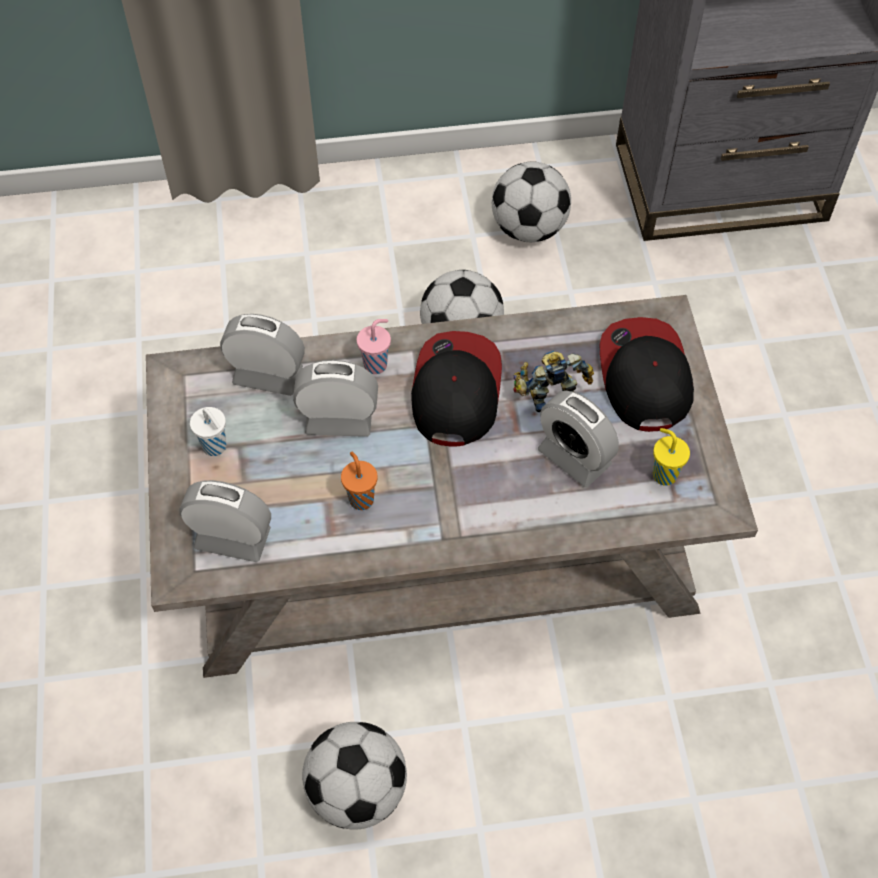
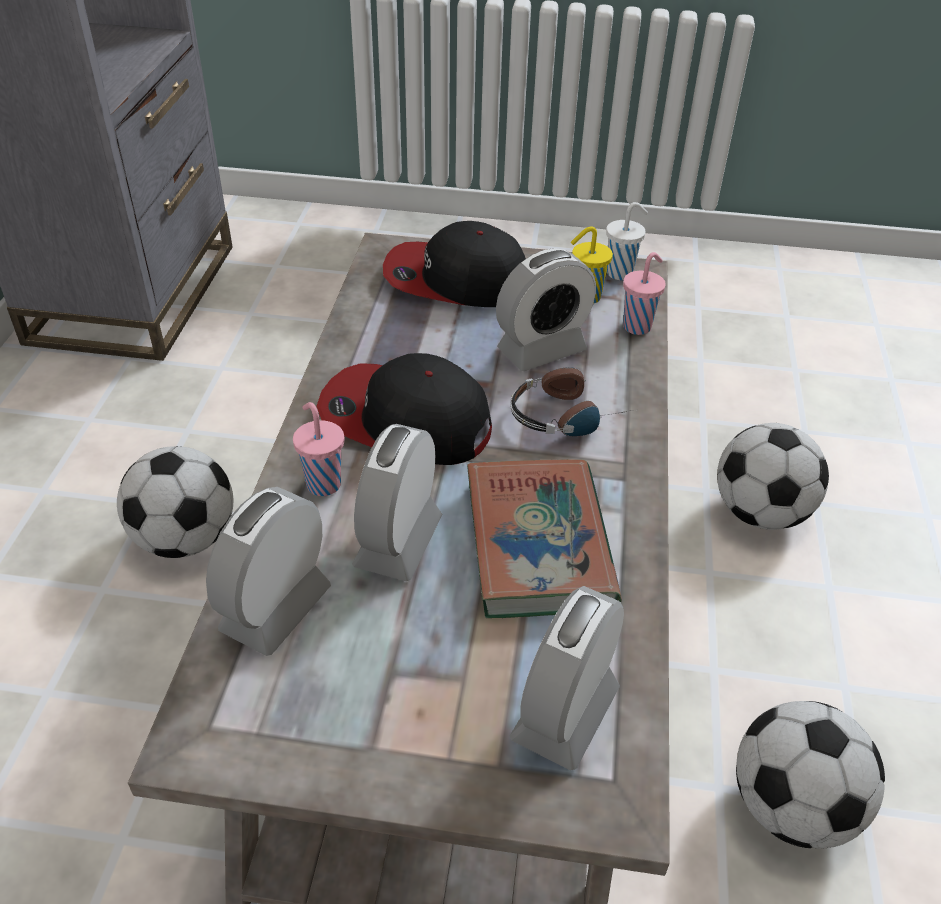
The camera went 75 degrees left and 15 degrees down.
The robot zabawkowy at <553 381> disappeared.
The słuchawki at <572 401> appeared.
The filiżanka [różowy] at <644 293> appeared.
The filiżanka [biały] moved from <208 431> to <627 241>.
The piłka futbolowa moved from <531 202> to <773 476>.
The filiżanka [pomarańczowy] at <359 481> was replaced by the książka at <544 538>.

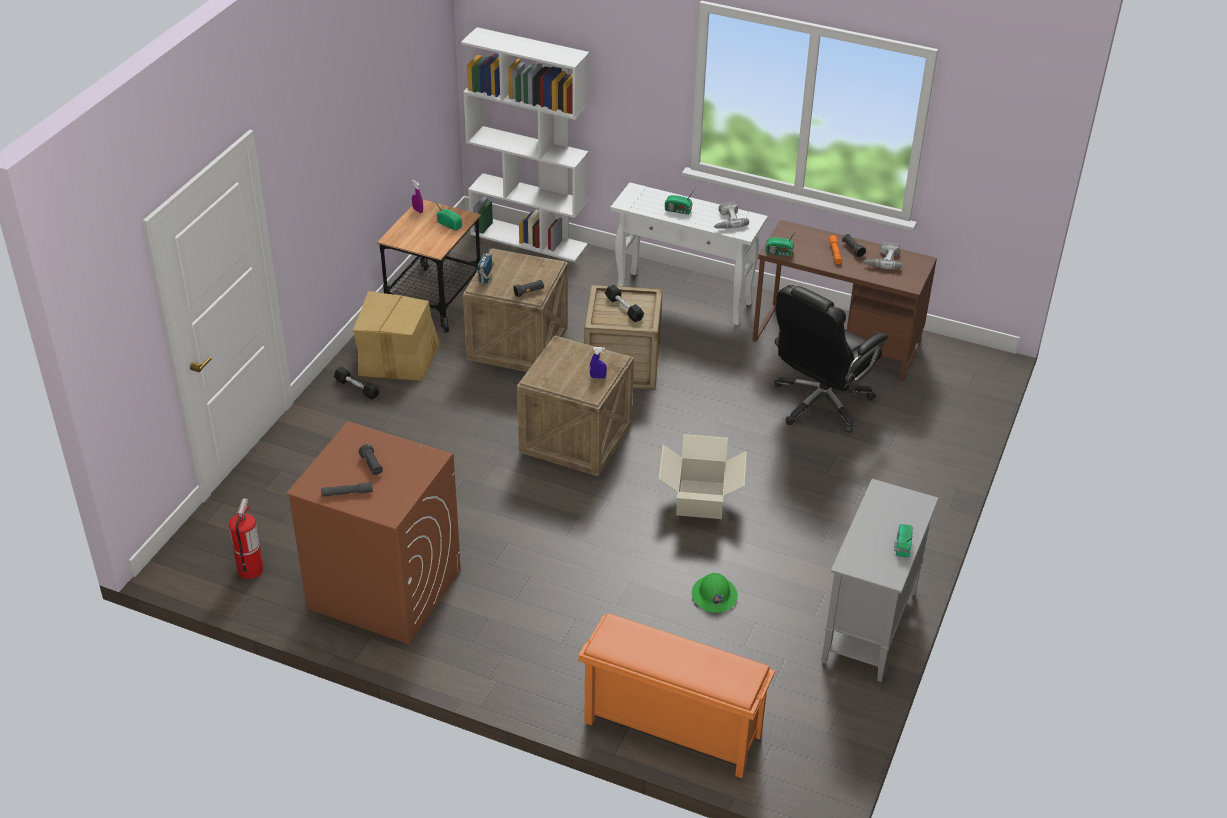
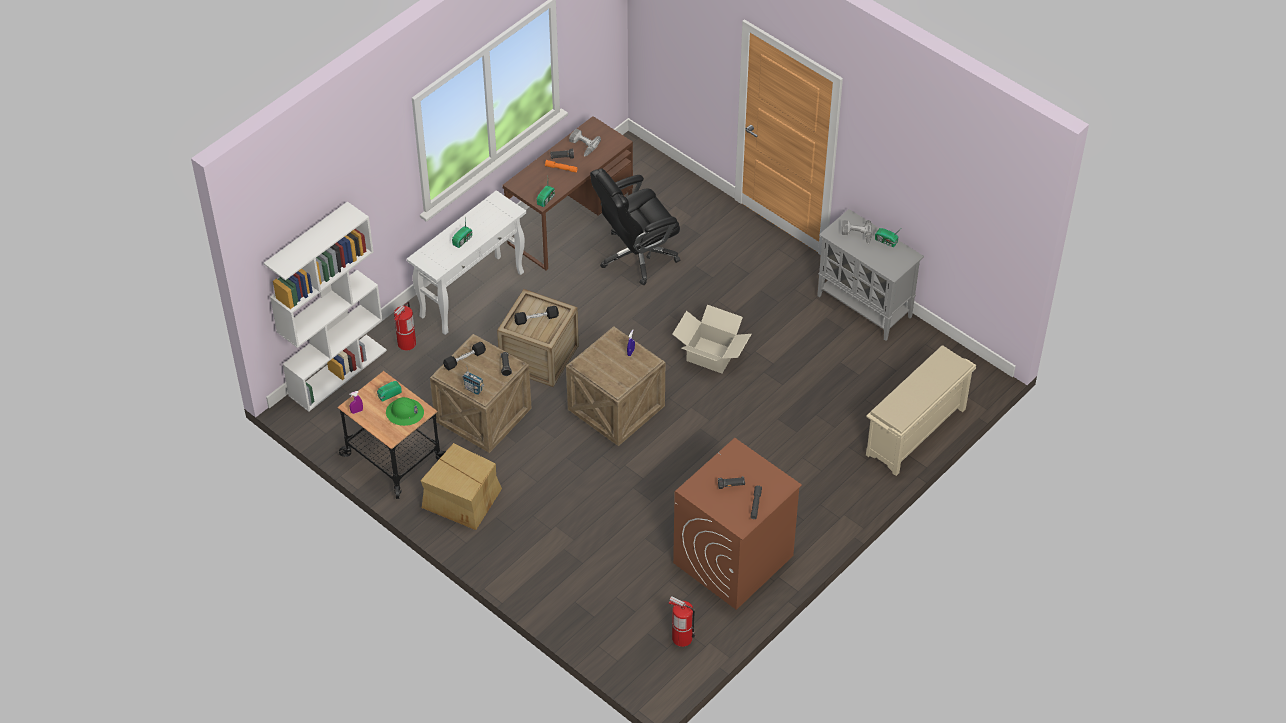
The camera went 70 degrees left and 10 degrees up.
The gaśnica at <405 326> appeared.
The hantel [czarny] moved from <356 383> to <464 356>.
The kask [zielony] moved from <715 593> to <405 411>.
The wiertarka moved from <731 215> to <857 232>.
The regał na buty [pomarańczowy] at <676 695> became the regał na buty [beżowy] at <921 410>.
The krzesło biurowe [czarny] at <831 359> turned 90 degrees clockwise.

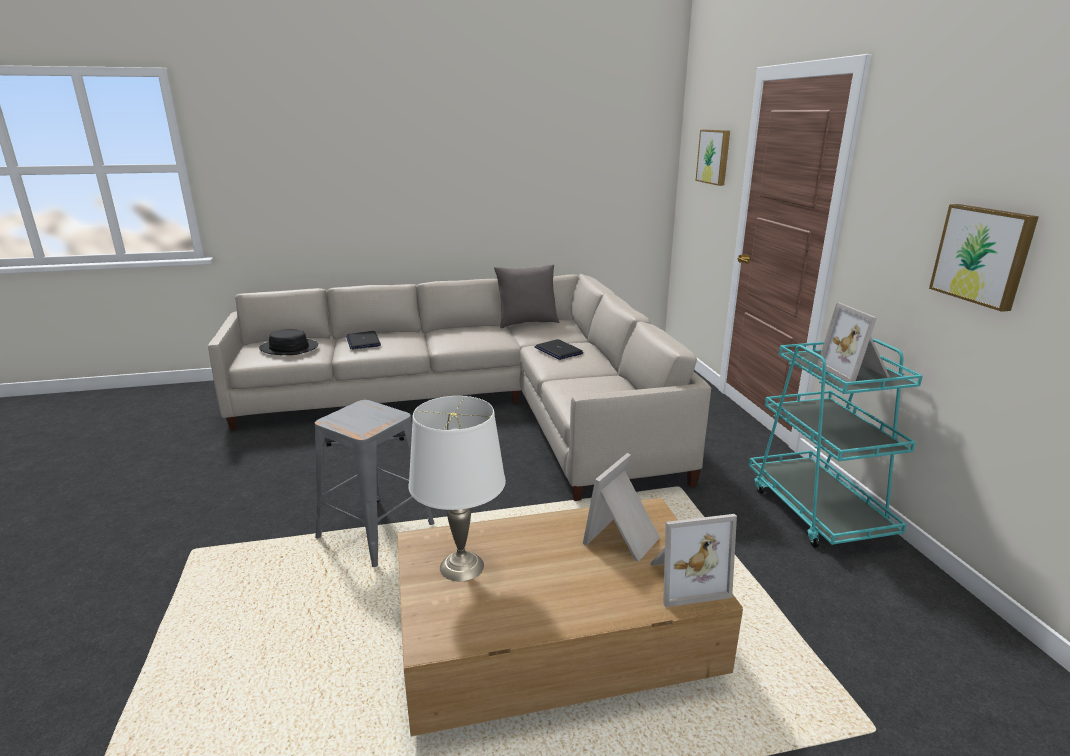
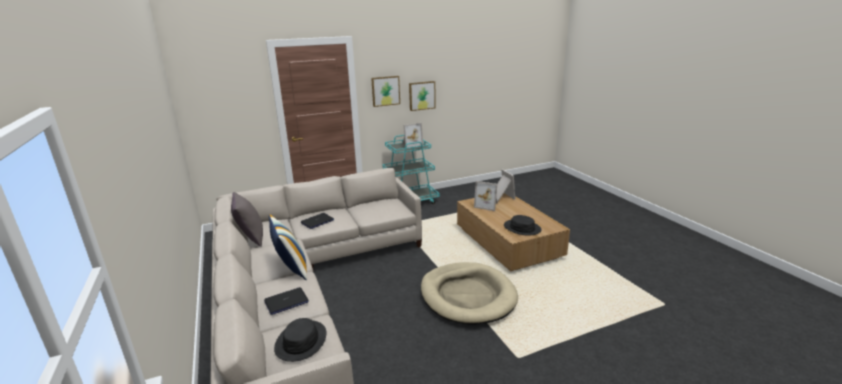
The camera went 100 degrees left and 0 degrees up.
The poduszka at <288 247> appeared.
The obraz moved from <713 158> to <385 91>.
The stołek [szary] at <374 483> was replaced by the legowisko [beżowy] at <469 293>.
The lampa stołowa [biały] at <457 488> was replaced by the kapelusz [czarny] at <523 225>.

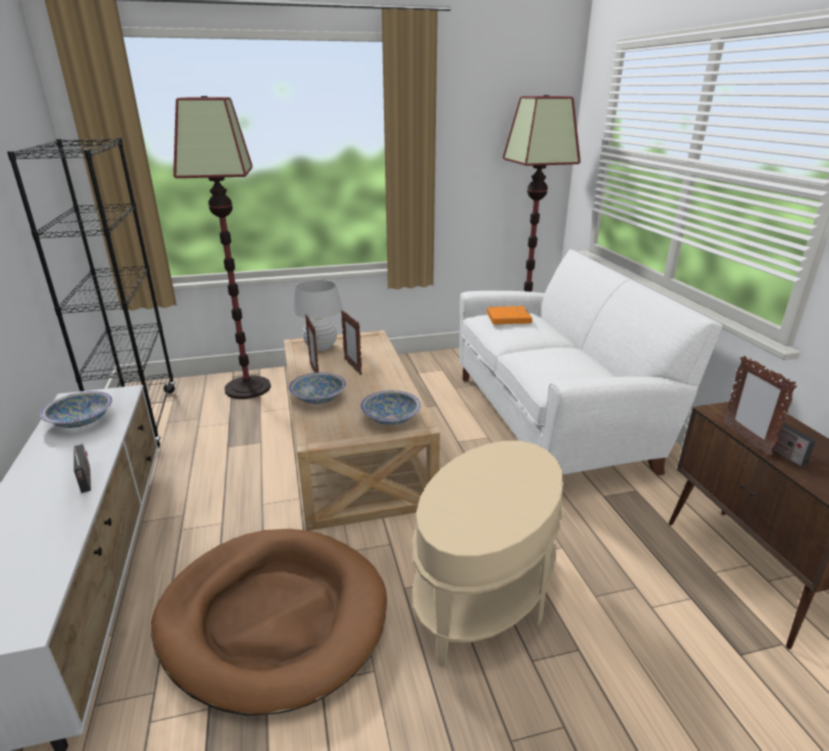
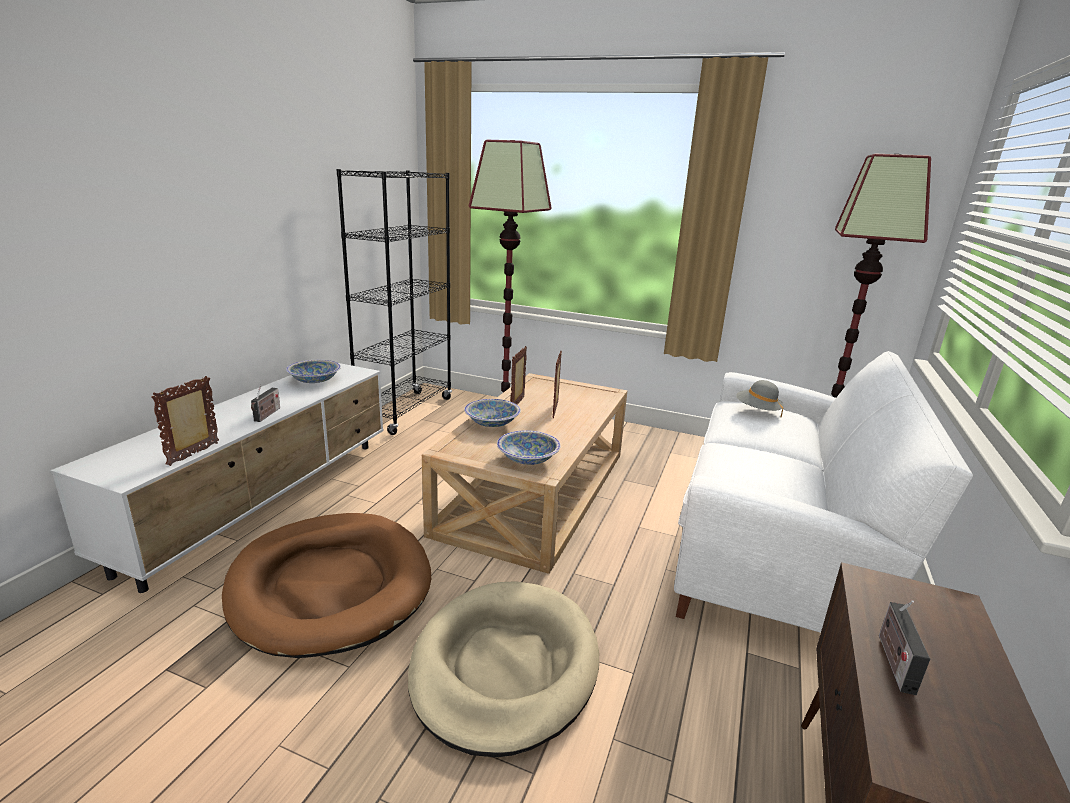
The camera went 35 degrees right and 5 degrees down.
The lampa stołowa [biały] at <318 315> disappeared.
The ramka na zdjęcie moved from <760 406> to <185 421>.
The stolik [beżowy] at <488 554> was replaced by the legowisko [beżowy] at <503 669>.
The książka [pomarańczowy] at <509 315> was replaced by the kapelusz [szary] at <760 398>.

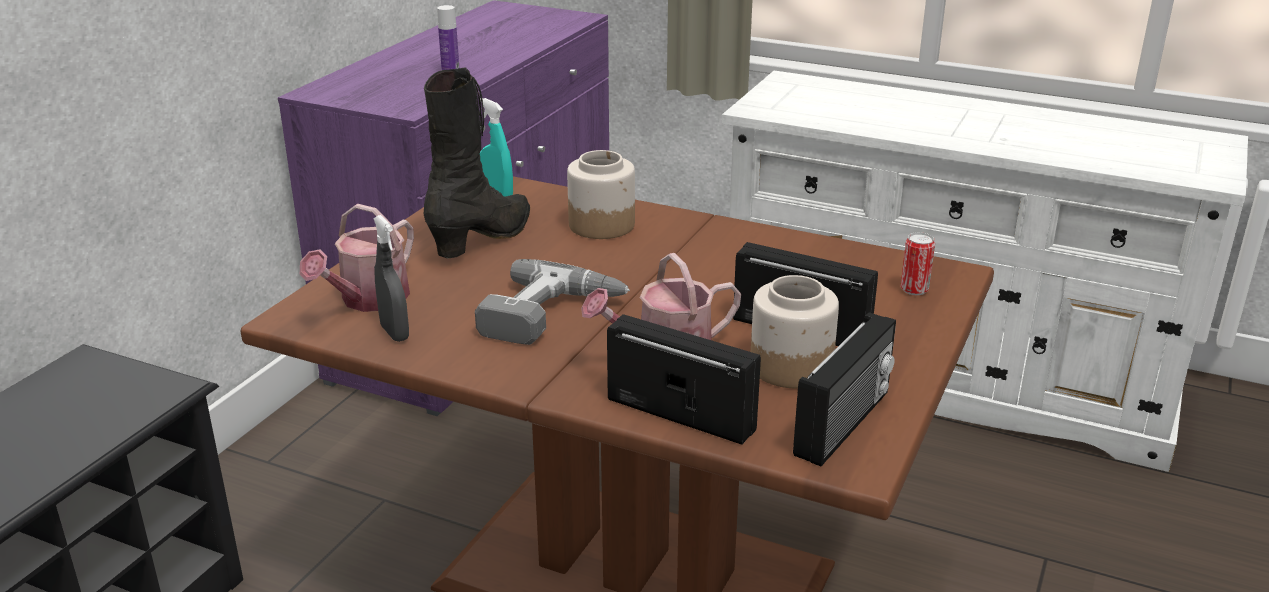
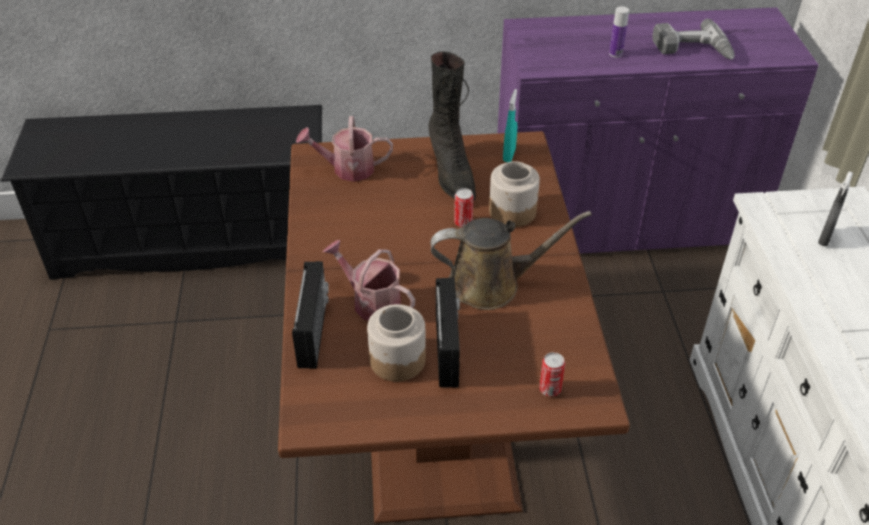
The camera went 60 degrees right and 15 degrees up.
The radio at <844 389> disappeared.
The konewka [brązowy] at <511 260> appeared.
The puszka at <464 208> appeared.
The spryskiwacz [szary] moved from <391 278> to <835 209>.
The wiertarka moved from <552 302> to <693 39>.
The but z cholewką [czarny] at <477 162> turned 75 degrees clockwise.

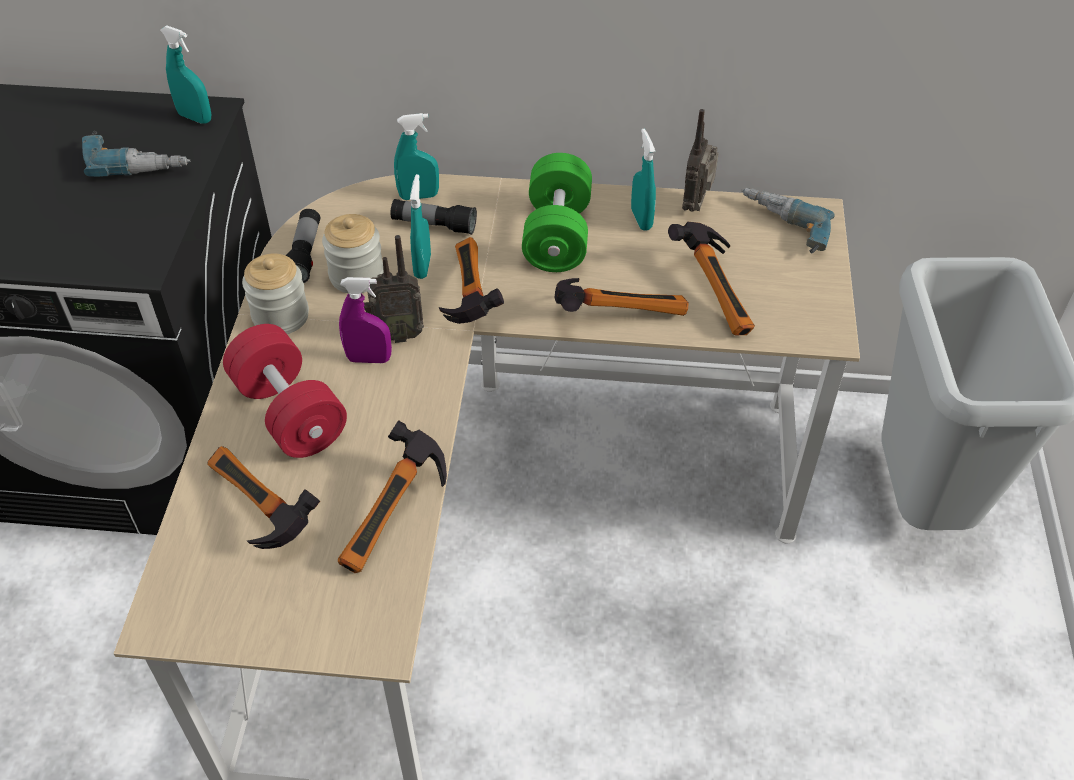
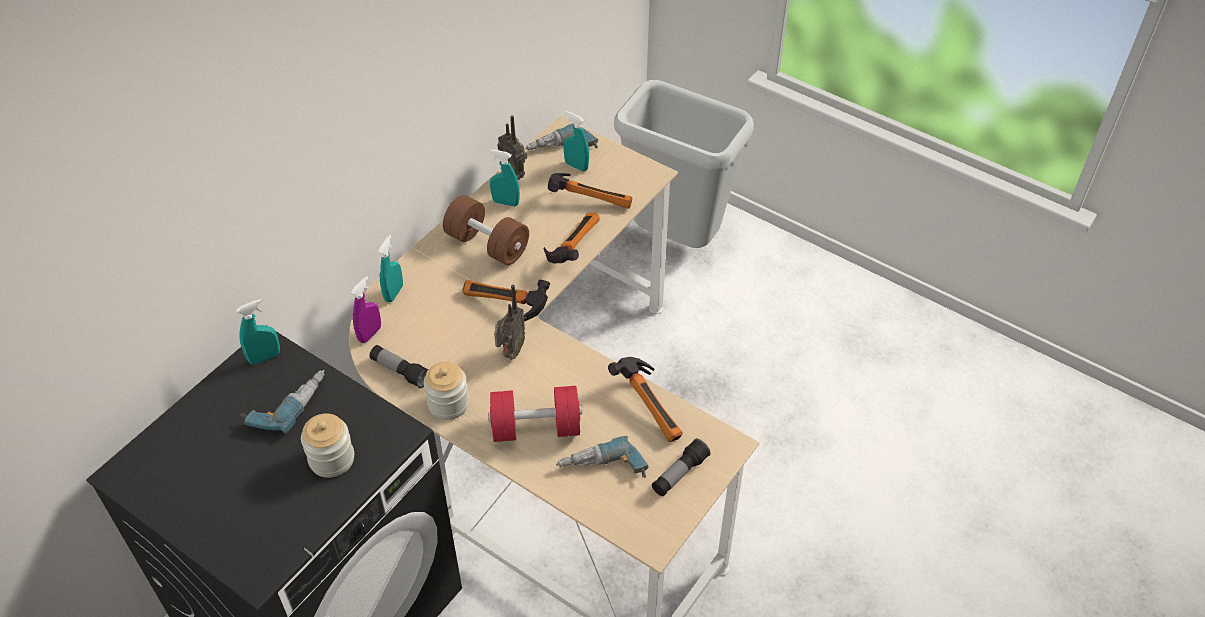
The camera went 60 degrees left and 0 degrees up.
The słoik moved from <353 253> to <327 446>.
The spryskiwacz [fioletowy] moved from <365 320> to <366 309>.
The latarka moved from <434 217> to <681 467>.
The spryskiwacz [turkusowy] moved from <420 226> to <576 141>.
The młotek at <263 497> was replaced by the wiertarka at <602 457>.
The hantel [zielony] at <557 212> became the hantel [brązowy] at <486 230>.

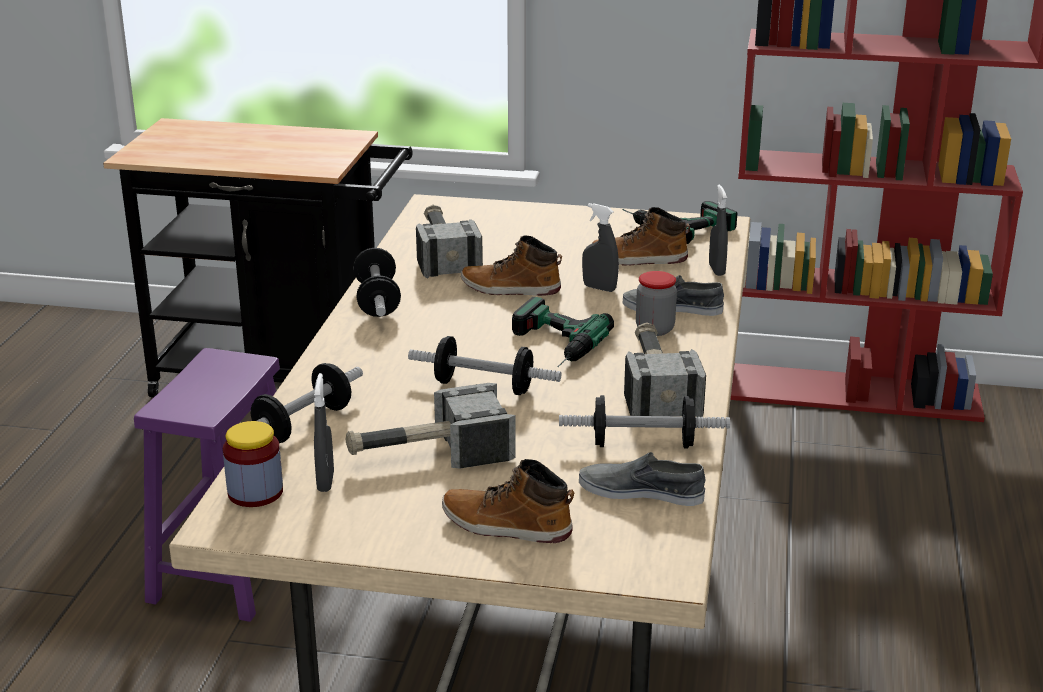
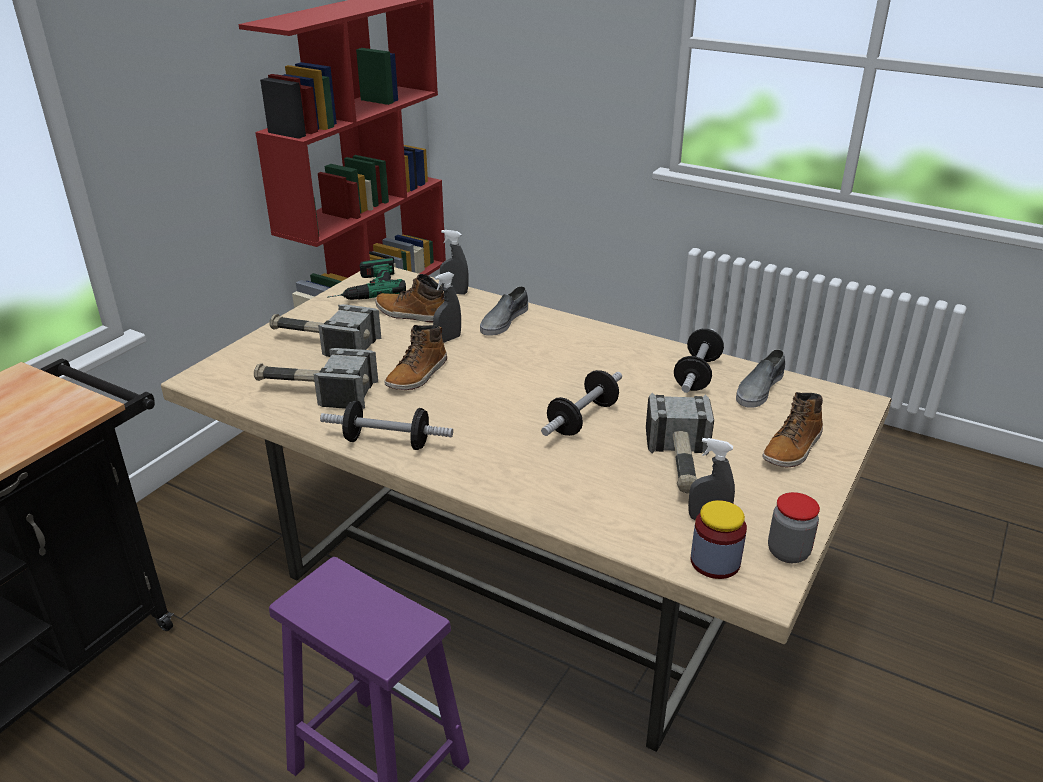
The camera went 70 degrees left and 5 degrees up.
The hantel at <307 403> disappeared.
The wiertarka at <563 332> disappeared.
The młotek moved from <665 369> to <325 330>.
The słoik moved from <656 303> to <794 527>.
The but z cholewką at <641 236> turned 90 degrees clockwise.

